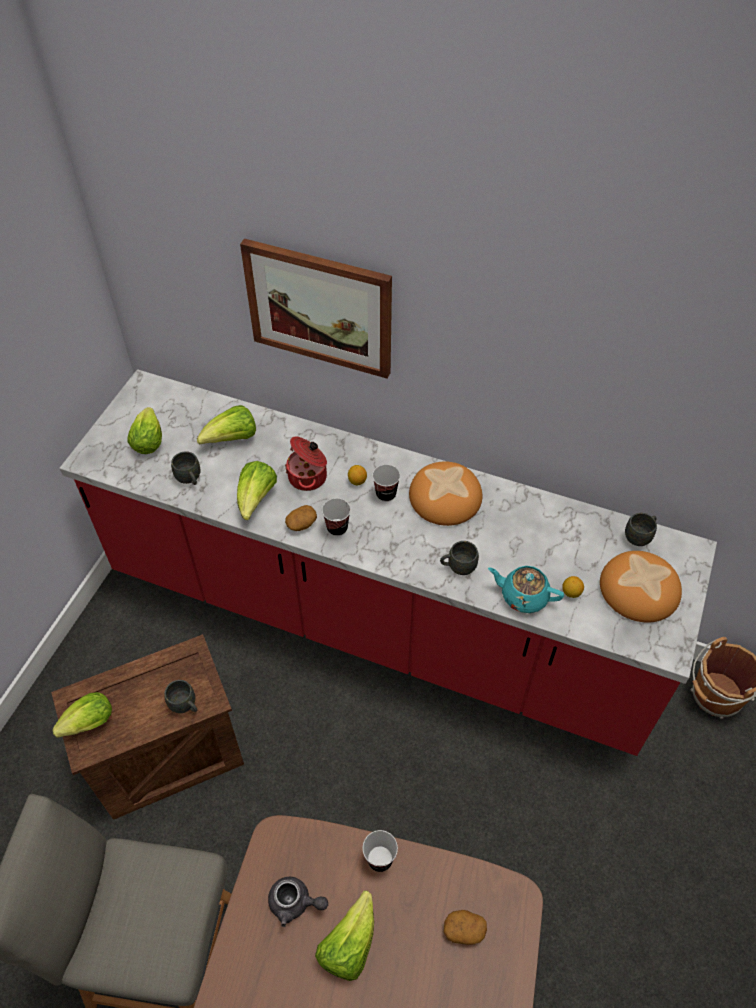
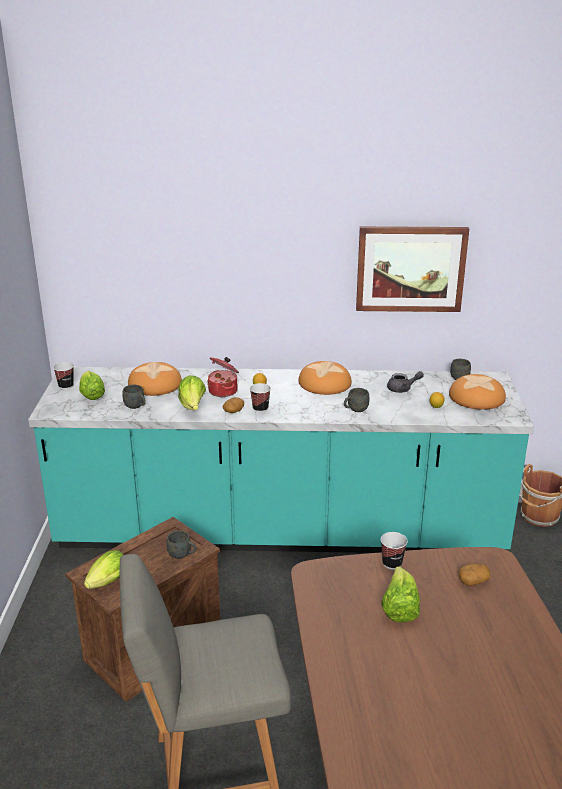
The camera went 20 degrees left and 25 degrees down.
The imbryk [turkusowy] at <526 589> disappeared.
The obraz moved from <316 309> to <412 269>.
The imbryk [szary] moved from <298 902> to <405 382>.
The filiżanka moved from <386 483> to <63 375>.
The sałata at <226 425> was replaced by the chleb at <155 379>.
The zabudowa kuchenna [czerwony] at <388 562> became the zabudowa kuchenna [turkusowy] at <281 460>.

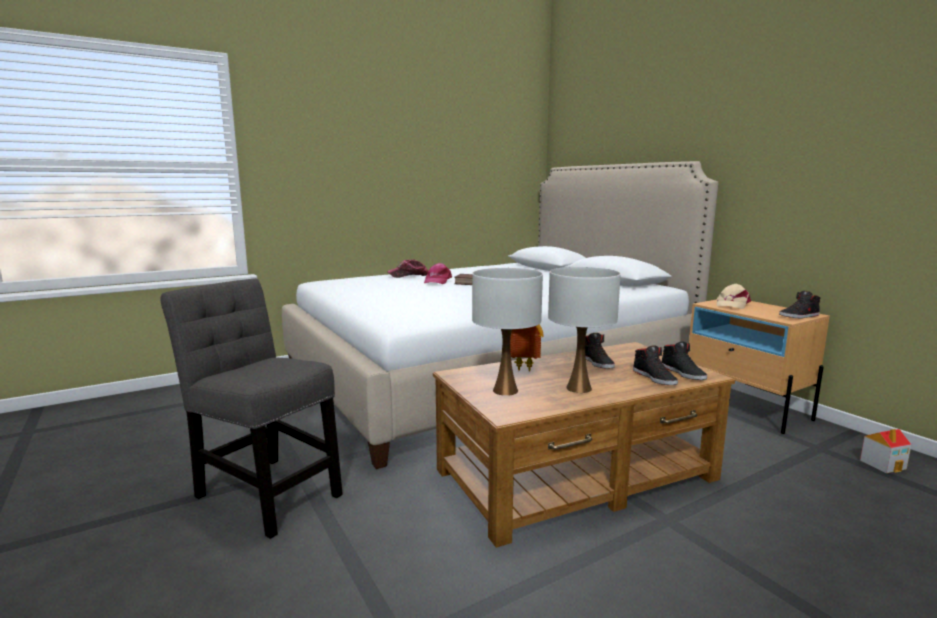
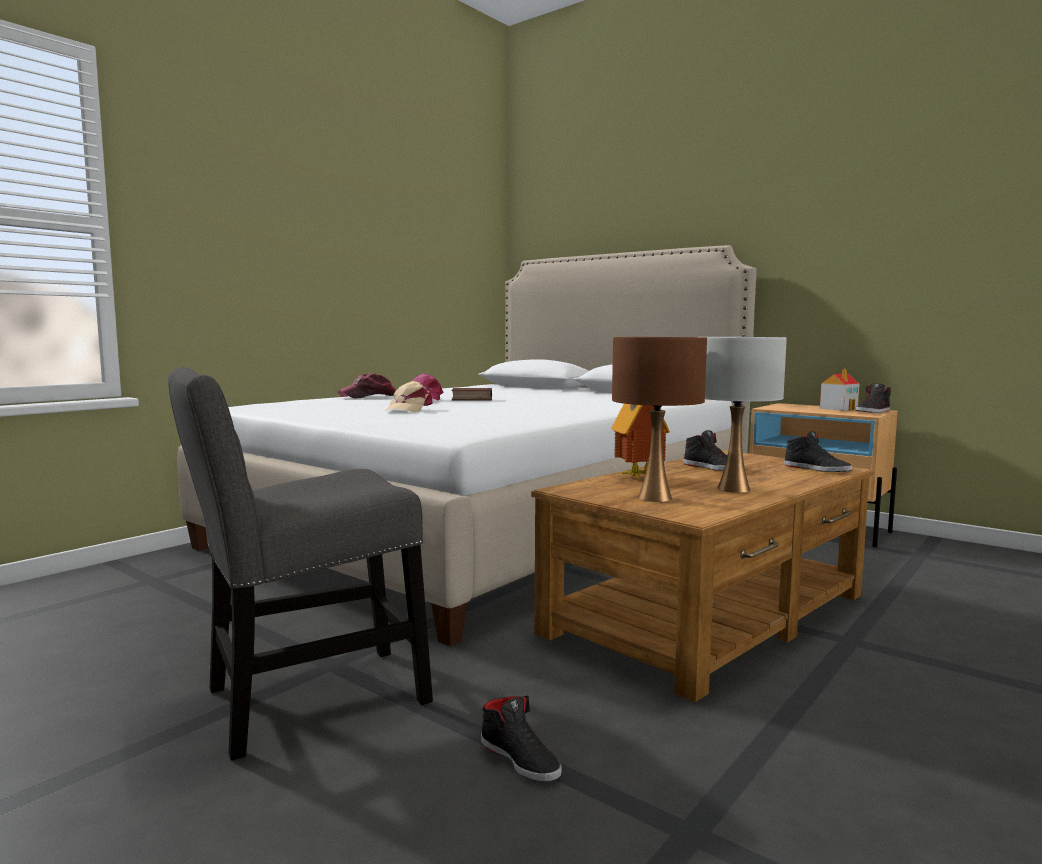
The camera went 20 degrees left and 5 degrees down.
The but [czarny] moved from <655 365> to <521 739>.
The czapka z daszkiem [beżowy] moved from <733 296> to <409 396>.
The domek moved from <886 451> to <839 390>.
The lampa stołowa [biały] at <507 332> became the lampa stołowa [brązowy] at <659 419>.
The krzesło [szary] at <251 408> turned 45 degrees counterclockwise.

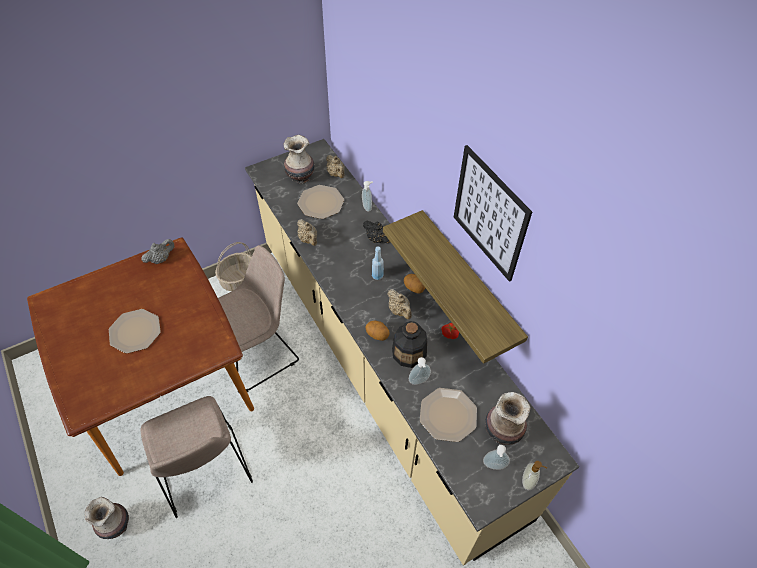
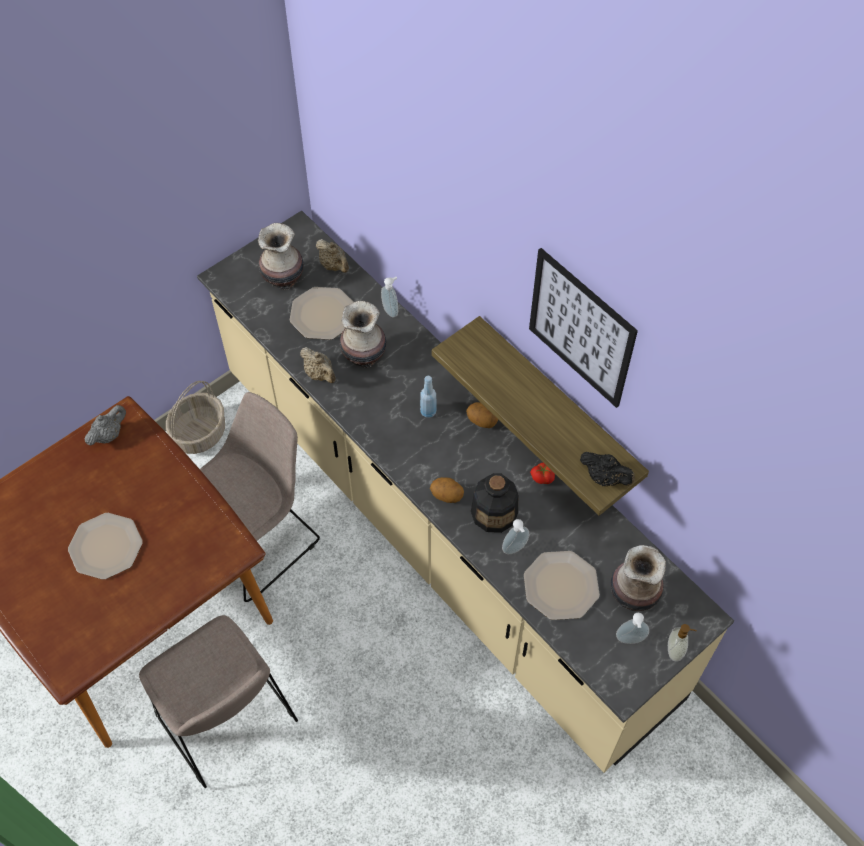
The camera went 10 degrees left and 5 degrees up.
The imbryk [beżowy] at <399 304> disappeared.
The wazon moved from <107 518> to <363 334>.
The imbryk [czarny] moved from <376 232> to <607 469>.

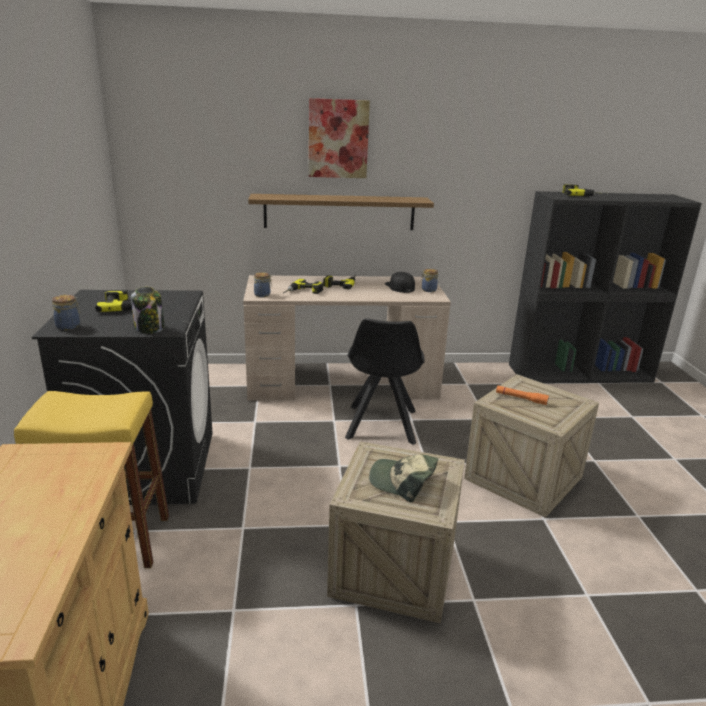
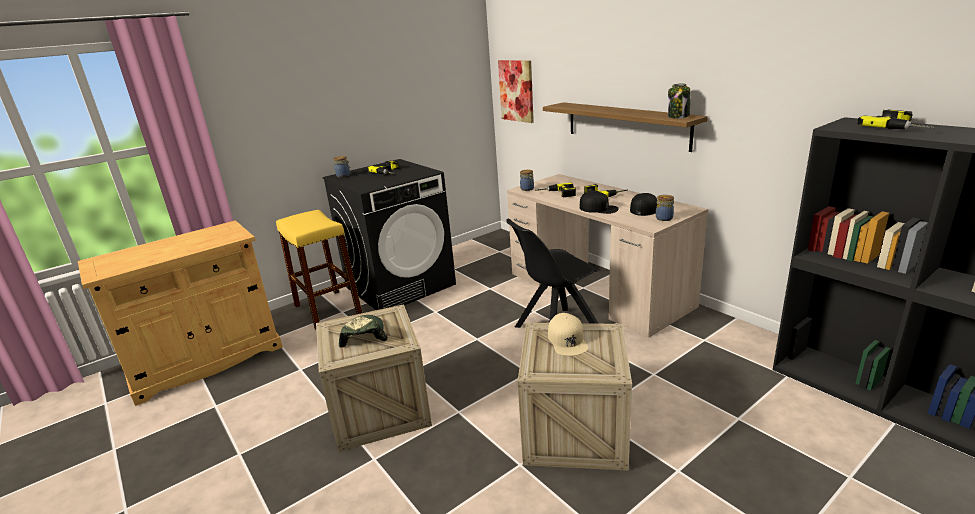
The camera went 60 degrees right and 0 degrees up.
The czapka z daszkiem [czarny] at <599 202> appeared.
The słoik moved from <148 310> to <679 101>.
The obraz moved from <339 138> to <516 91>.
The latarka [pomarańczowy] at <522 395> was replaced by the czapka z daszkiem [beżowy] at <568 334>.

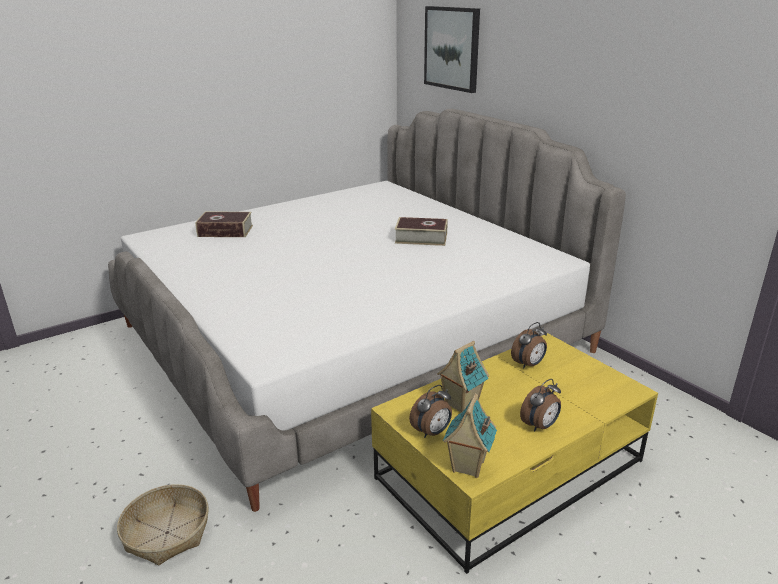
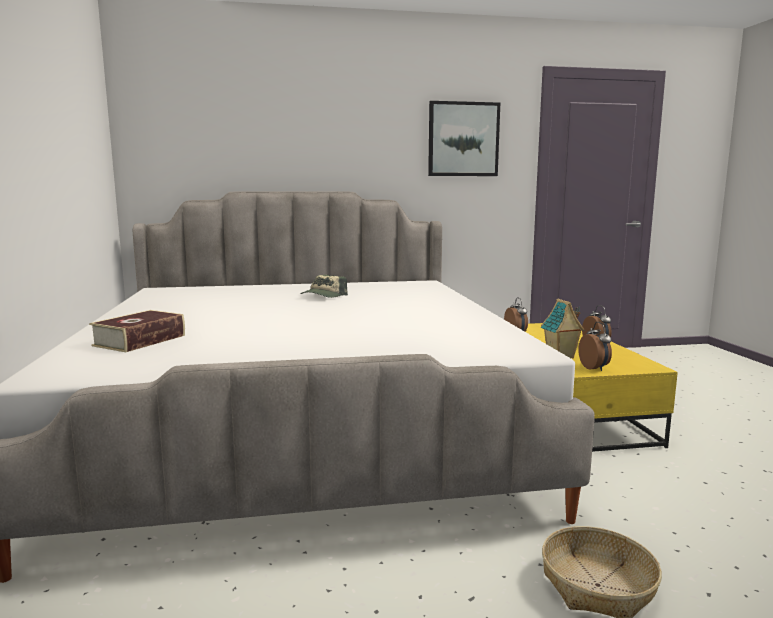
The camera went 65 degrees left and 15 degrees down.
The domek at <470 435> disappeared.
The obraz moved from <452 49> to <464 138>.
The książka at <421 231> was replaced by the czapka z daszkiem at <324 286>.

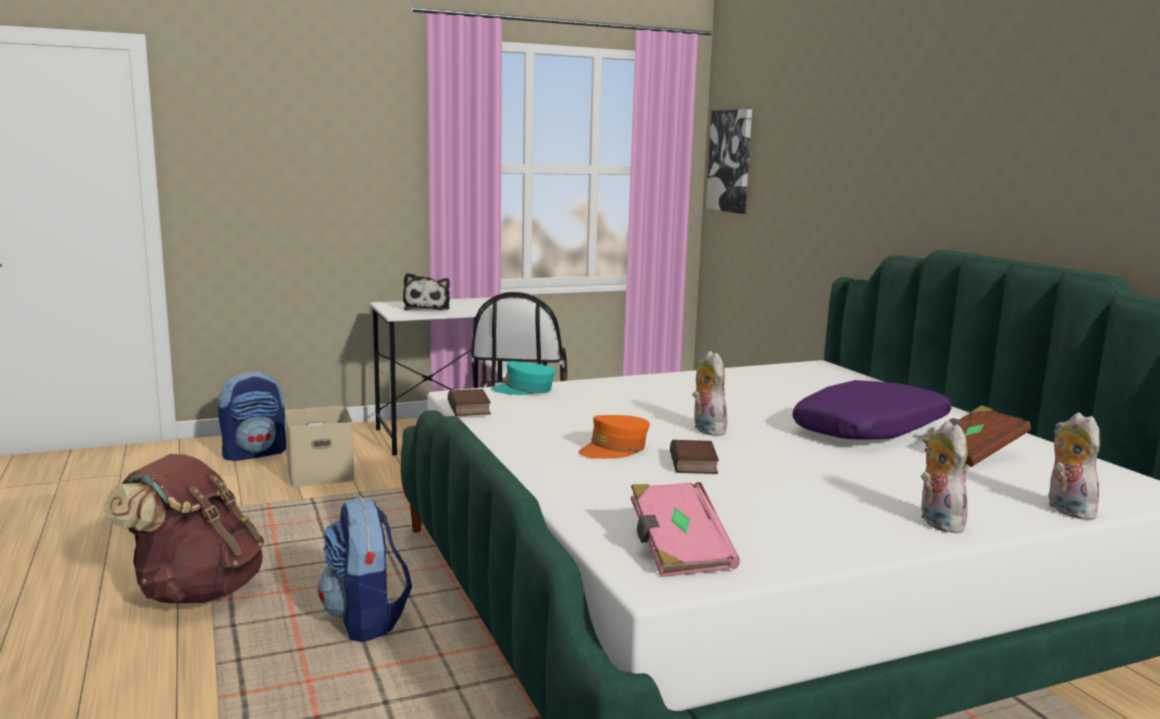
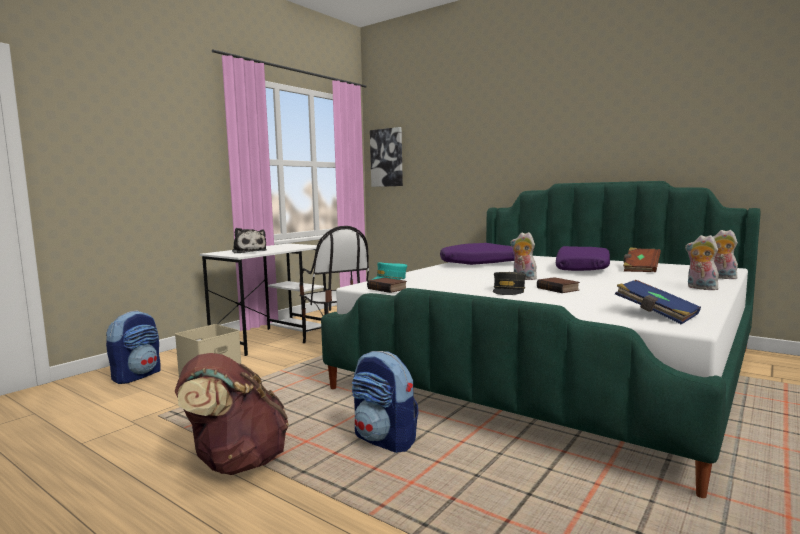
The camera went 30 degrees left and 5 degrees down.
The poduszka [fioletowy] at <477 254> appeared.
The czapka z daszkiem [pomarańczowy] at <614 437> became the czapka z daszkiem [szary] at <509 283>.
The książka [różowy] at <685 529> became the książka [niebieski] at <658 302>.

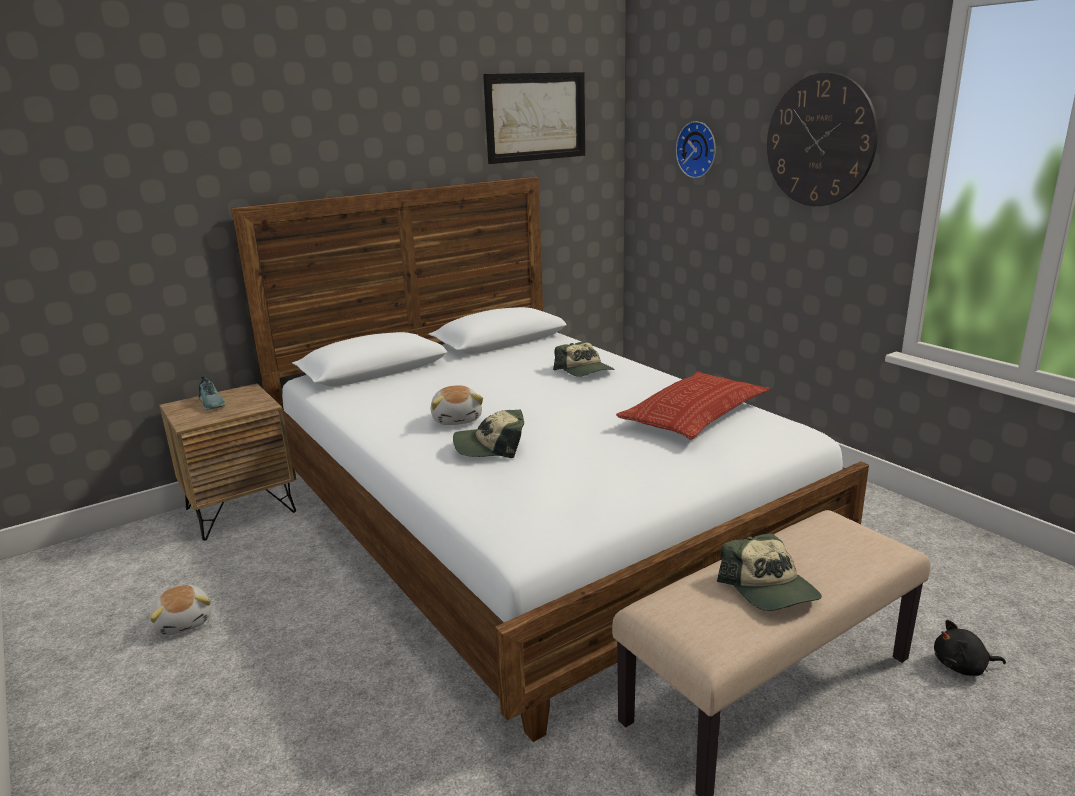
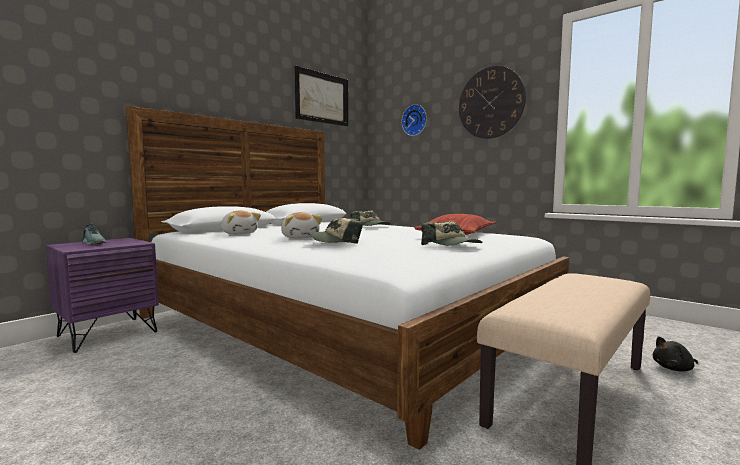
The camera went 15 degrees left and 15 degrees down.
The pluszak moved from <180 610> to <241 223>.
The czapka z daszkiem moved from <769 572> to <451 233>.
The szafka nocna [brązowy] at <227 462> became the szafka nocna [fioletowy] at <102 295>.

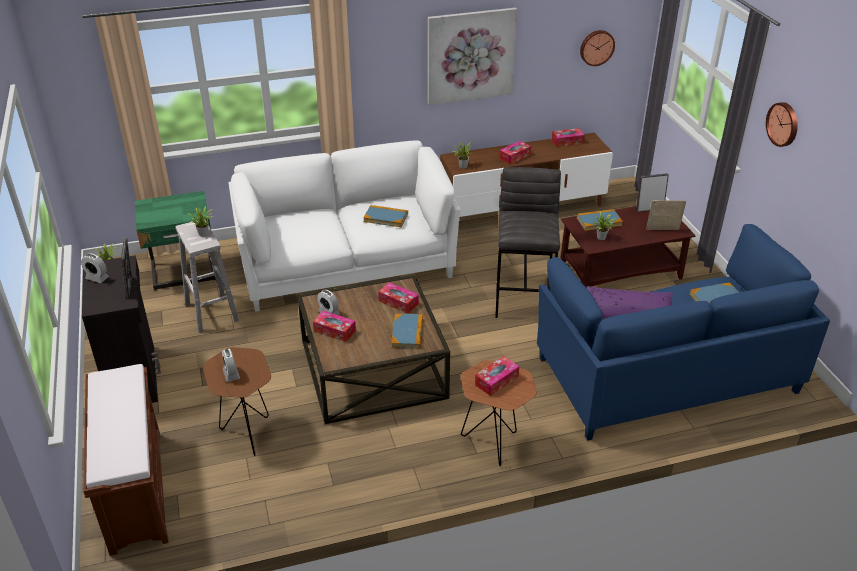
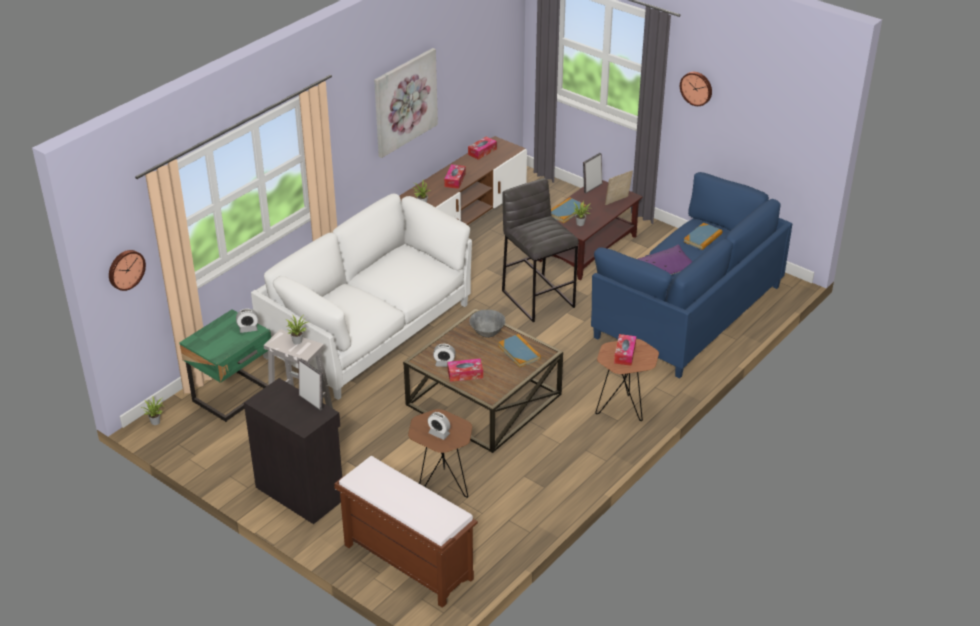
The camera went 35 degrees left and 0 degrees up.
The książka at <385 216> disappeared.
The budzik moved from <95 268> to <247 321>.
The zegar ścienny moved from <597 48> to <127 270>.
The pudełko chusteczek at <398 298> was replaced by the miska [szary] at <487 324>.

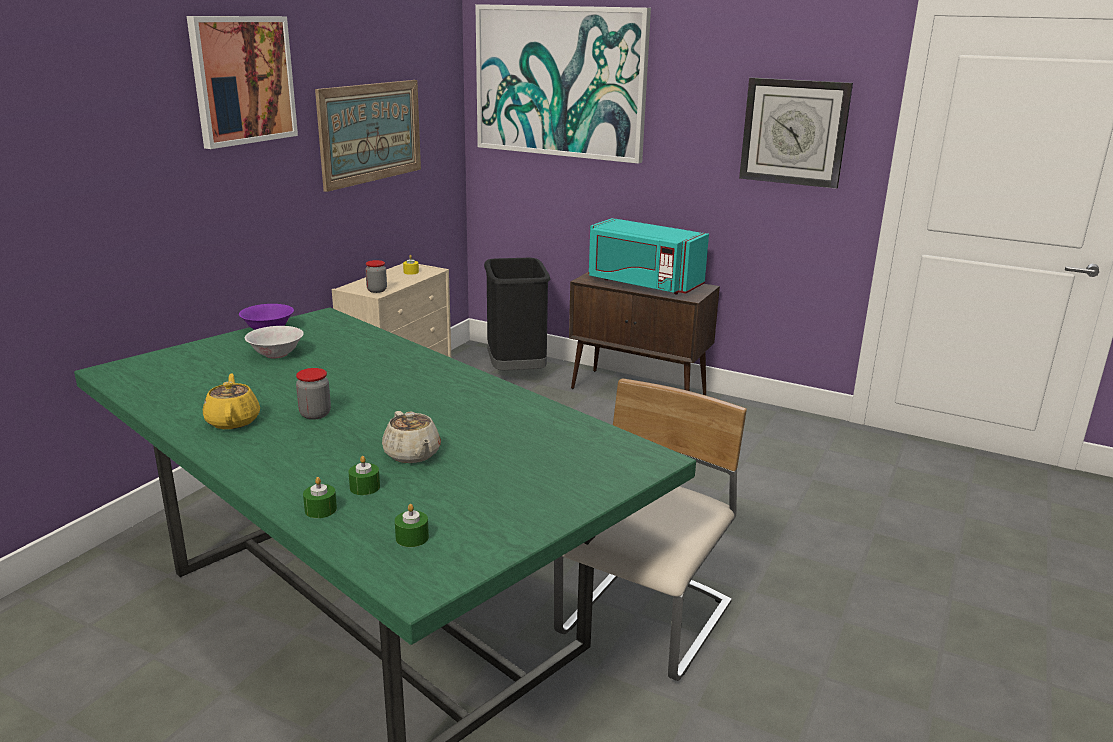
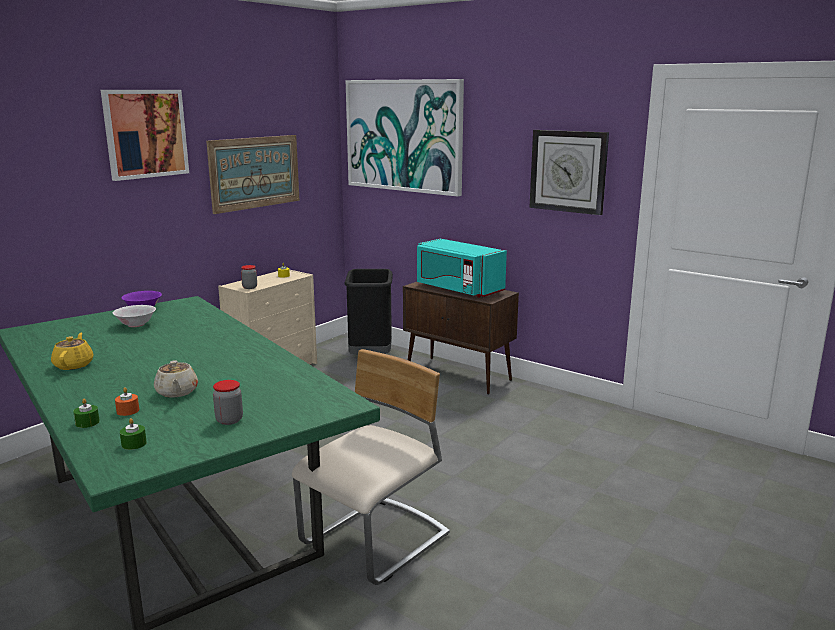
The camera went 10 degrees right and 5 degrees down.
The słoik moved from <313 394> to <228 402>.
The świeca [zielony] at <364 475> became the świeca [pomarańczowy] at <127 401>.

